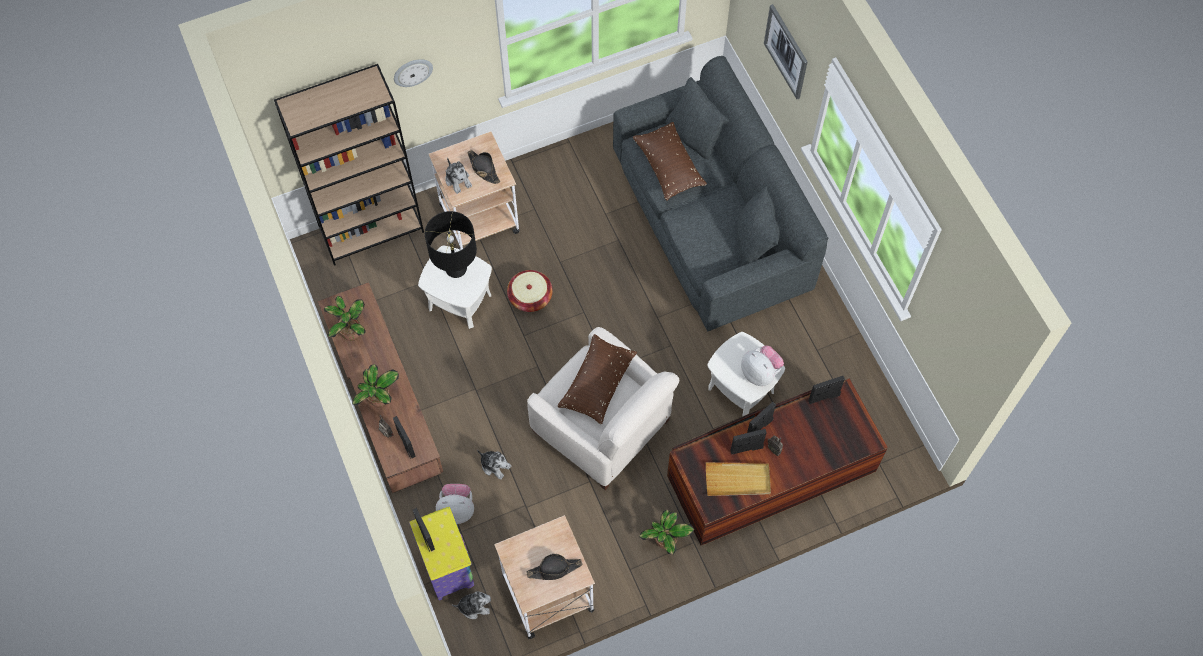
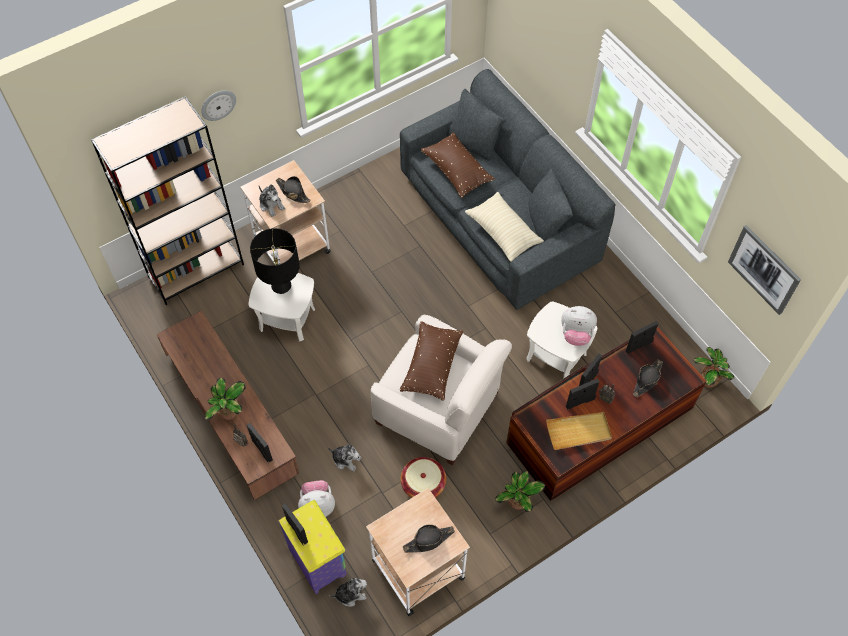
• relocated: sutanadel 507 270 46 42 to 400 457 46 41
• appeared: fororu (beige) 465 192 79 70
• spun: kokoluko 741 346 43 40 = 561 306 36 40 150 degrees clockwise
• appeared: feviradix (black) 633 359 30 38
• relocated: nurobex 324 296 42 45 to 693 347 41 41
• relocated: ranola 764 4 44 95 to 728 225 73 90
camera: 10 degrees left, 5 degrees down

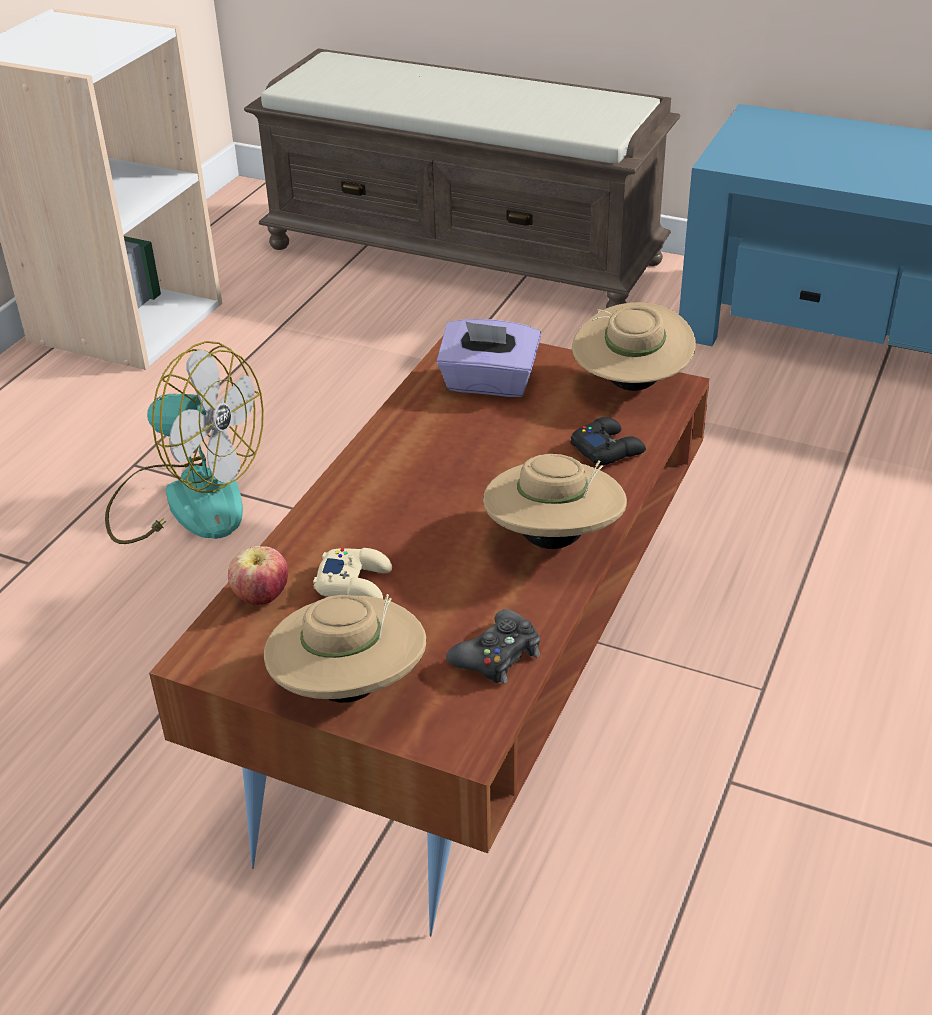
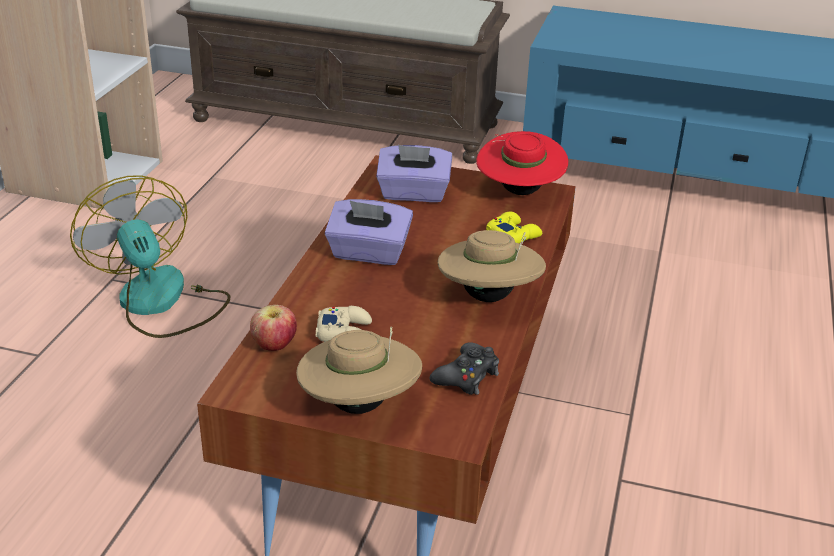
• spun: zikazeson 105 341 159 203 = 70 175 161 163 135 degrees counterclockwise
• appeared: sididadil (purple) 325 199 88 66
• colour: feviradix (beige) 572 302 124 89 to feviradix (red) 476 131 92 64
• colour: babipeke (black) 570 417 76 48 to babipeke (yellow) 486 211 56 32
camera: 10 degrees left, 5 degrees down

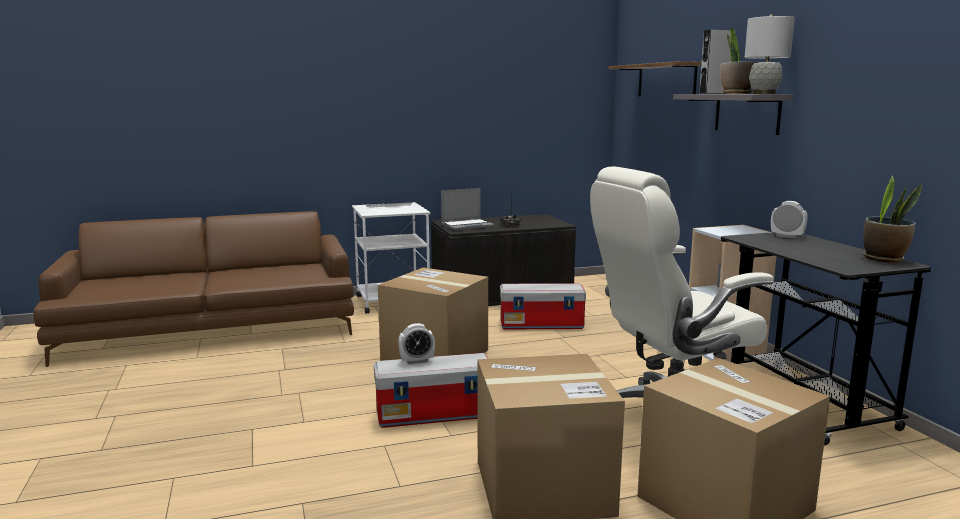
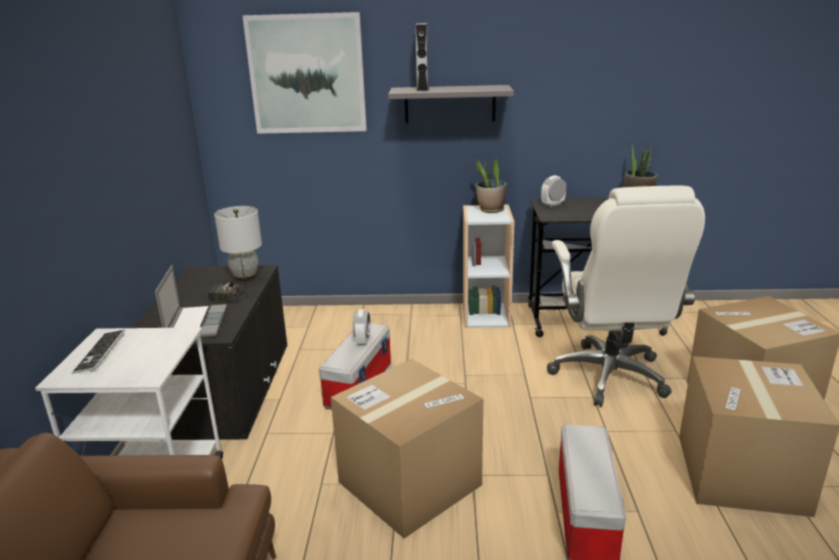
• relocated: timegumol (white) 745 14 50 80 to 214 206 48 75
• exchanged: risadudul 609 62 93 35 to ranola 243 12 124 122
• relocated: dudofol 398 323 37 41 to 353 309 17 36
• relocated: nurobex 720 27 37 67 to 476 158 31 55
camera: 70 degrees left, 10 degrees up

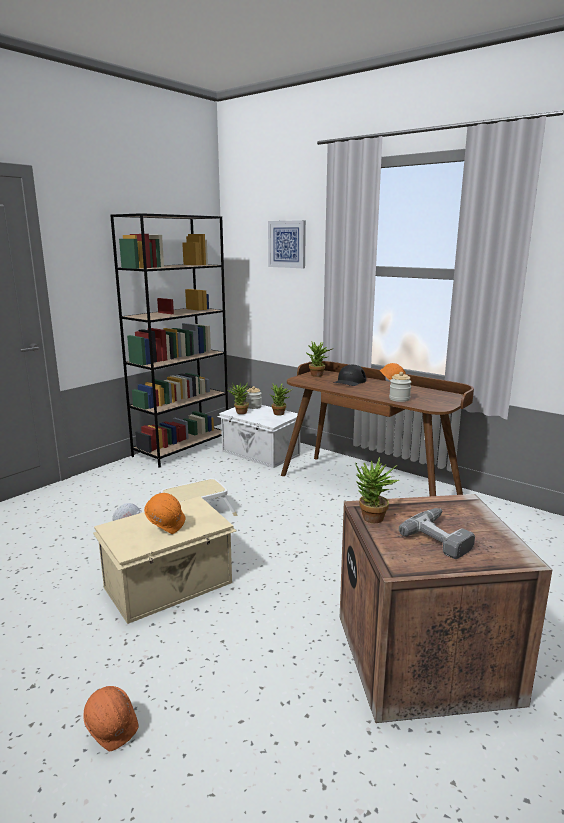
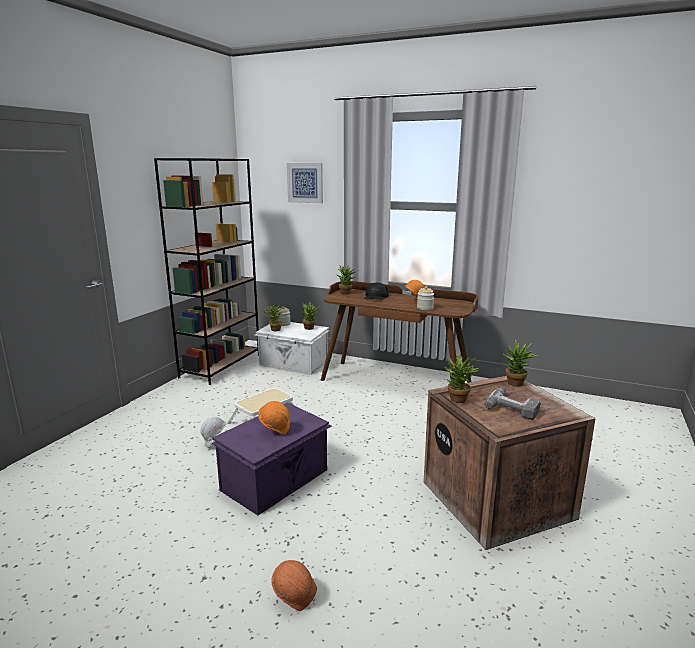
• colour: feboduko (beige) 93 496 143 128 to feboduko (purple) 212 402 120 113
• appeared: nurobex 502 340 36 47
camera: 15 degrees left, 0 degrees up

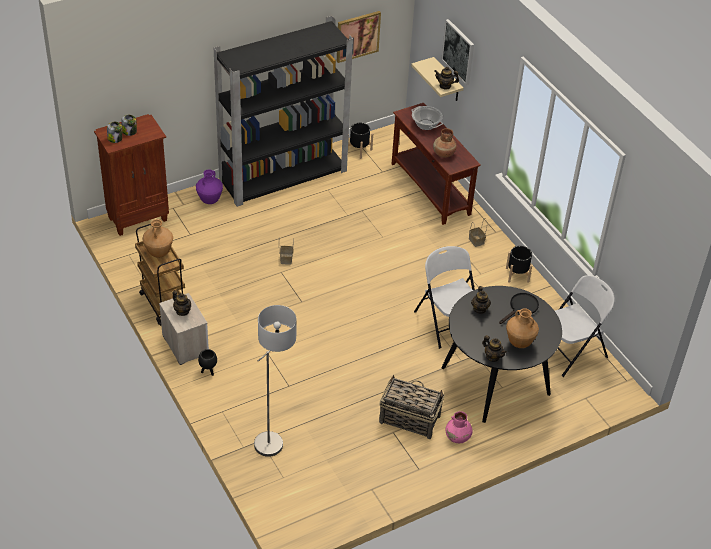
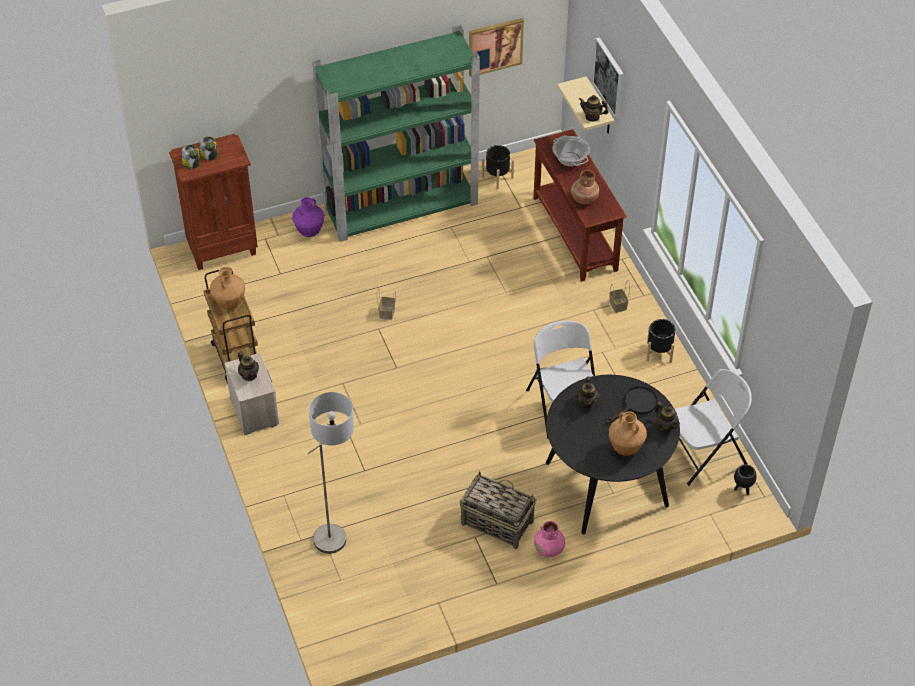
• colour: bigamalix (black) 214 16 139 191 to bigamalix (green) 312 25 168 217
• relocated: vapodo 482 335 25 27 to 655 402 25 30
• relocated: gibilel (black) 198 349 19 27 to 734 464 23 31
camera: 10 degrees right, 5 degrees up

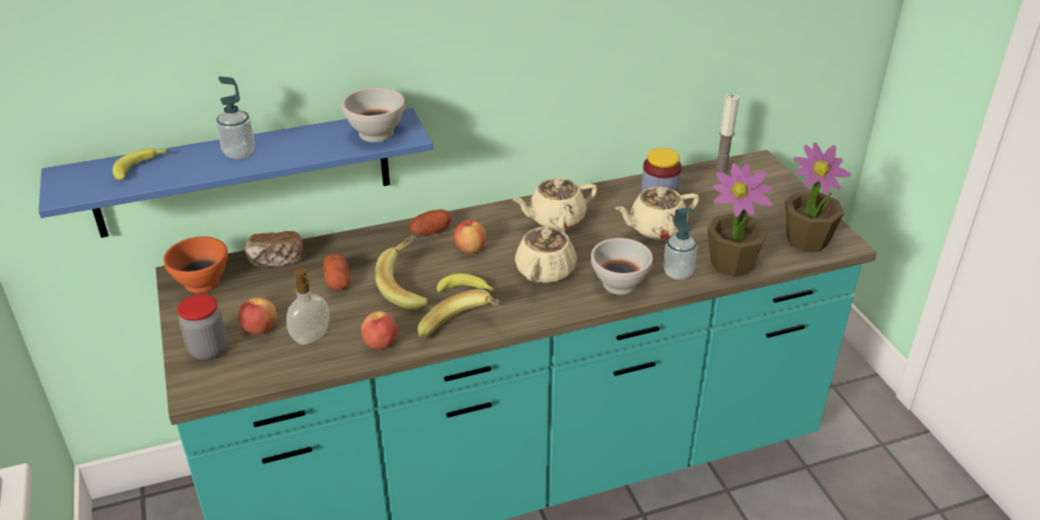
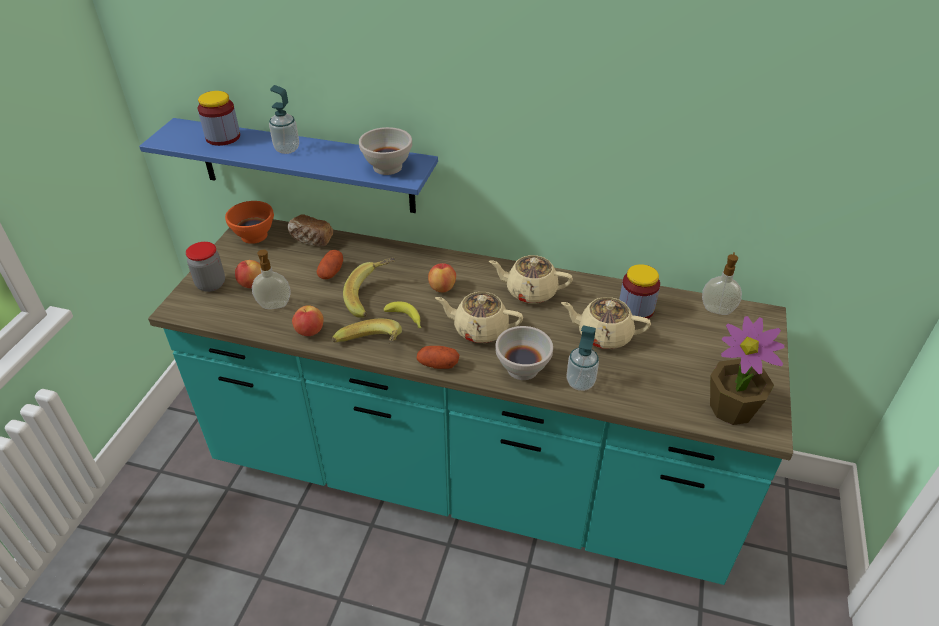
• exchanged: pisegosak 113 148 55 32 to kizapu 198 91 42 55
• relocated: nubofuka 409 209 42 26 to 417 346 42 23
• spun: vapodo (beige) 515 212 62 71 = 435 292 88 51 135 degrees counterclockwise
• exchanged: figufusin 714 94 25 81 to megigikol 702 252 40 63
• missing: nurobex 707 163 66 114
camera: 35 degrees right, 5 degrees up

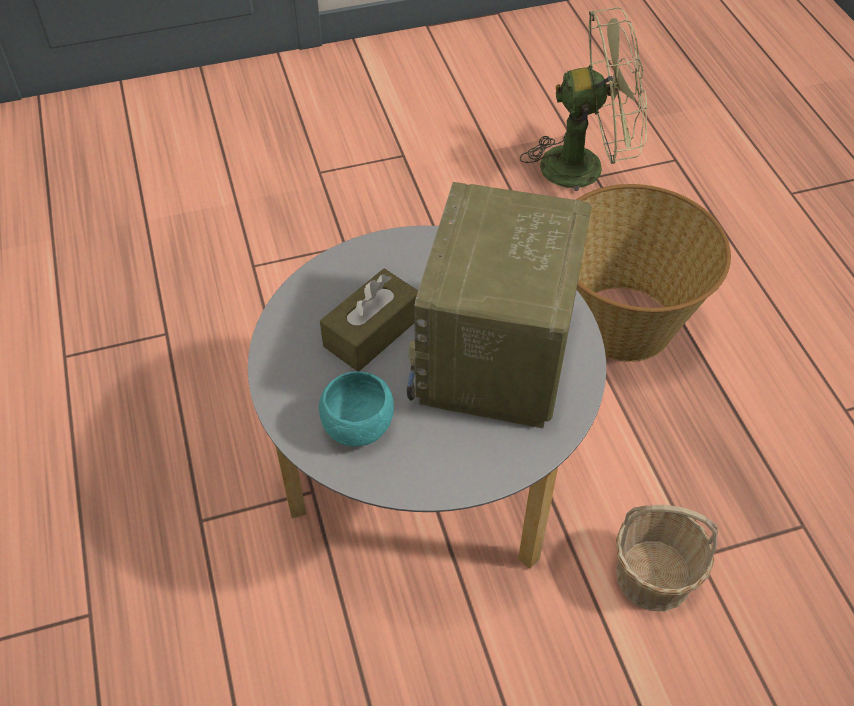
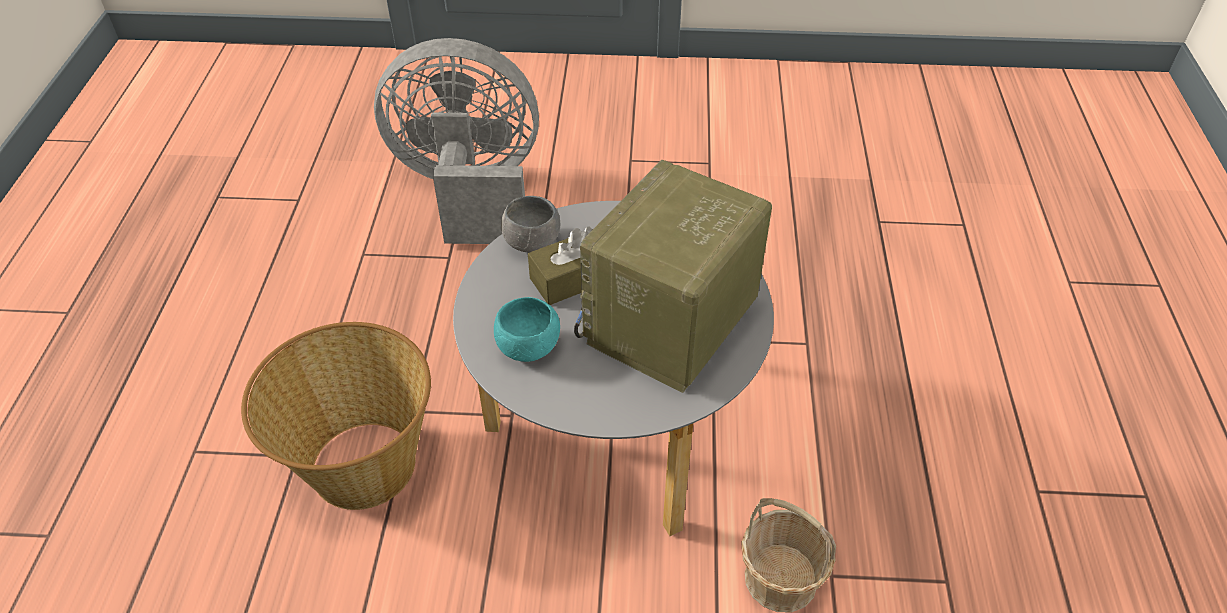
• relocated: sutanadel 576 184 155 178 to 241 322 190 188
• appeared: zikazeson (grey) 374 38 165 206
• appeared: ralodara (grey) 501 196 59 57
• missing: zikazeson (green) 520 7 127 184
camera: 20 degrees right, 5 degrees down

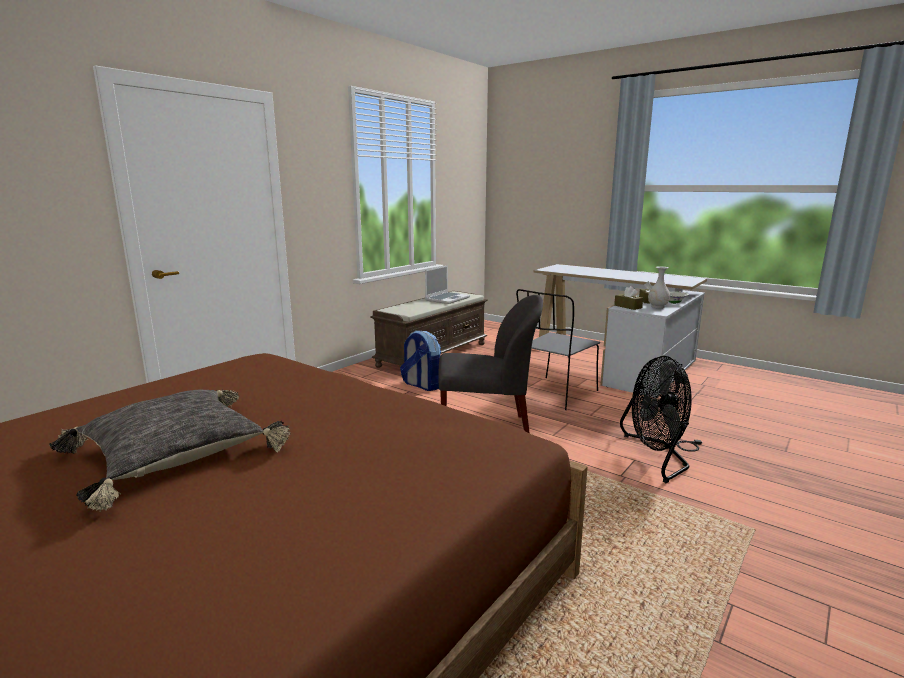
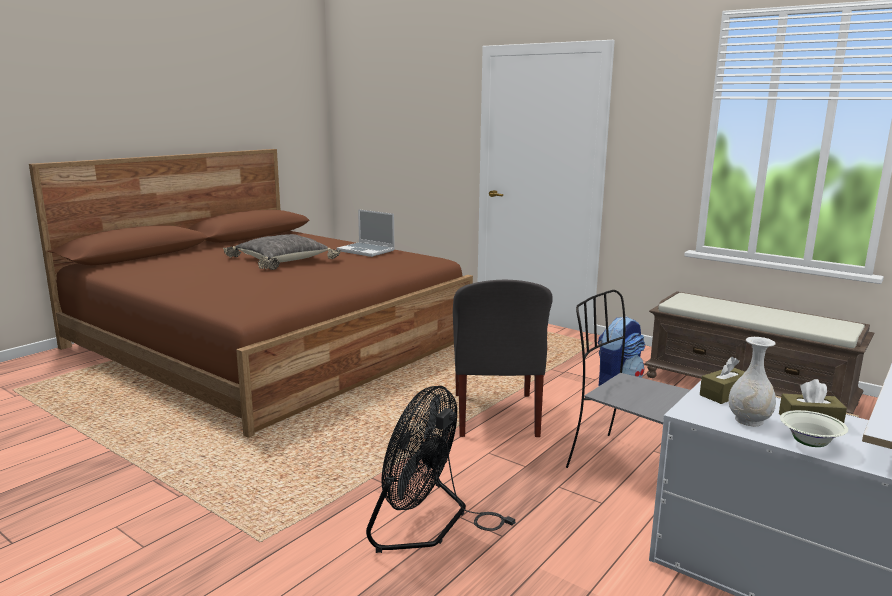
• relocated: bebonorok 425 265 45 39 to 336 209 59 48
• spun: zikazeson (black) 620 356 83 127 = 366 386 151 167 60 degrees counterclockwise
camera: 90 degrees right, 0 degrees up

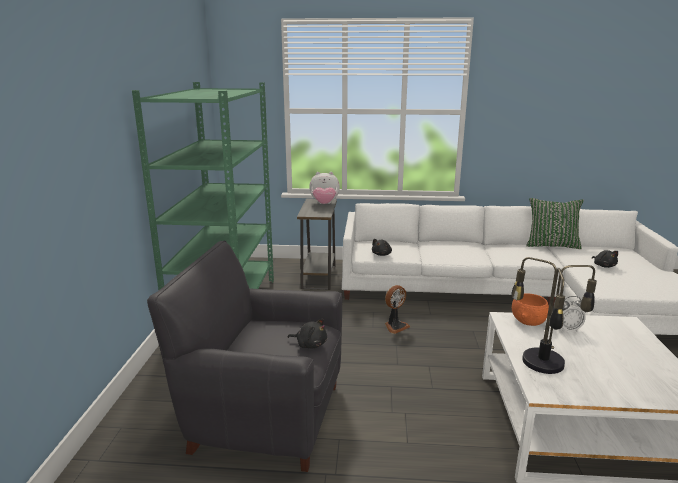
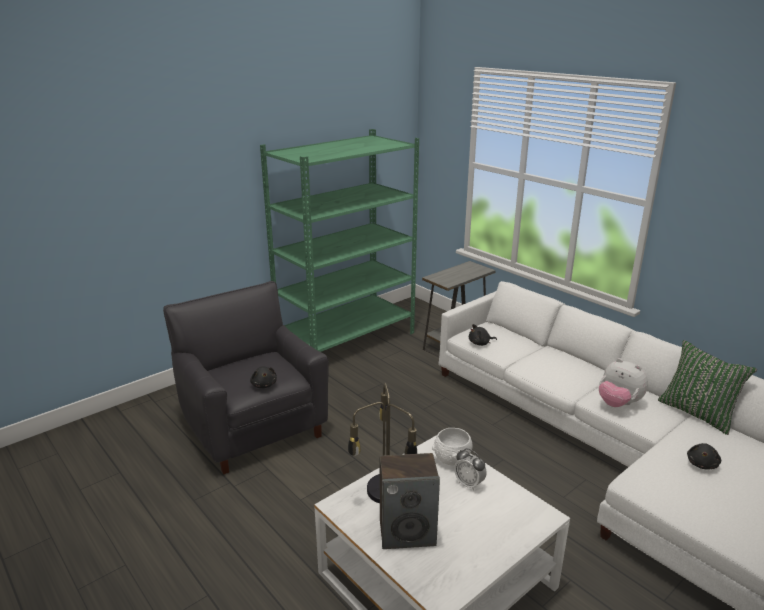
• appeared: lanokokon 380 453 60 96
• colour: ralodara (orange) 512 294 37 32 to ralodara (white) 432 428 41 37
• relocated: kokoluko 309 172 31 32 to 599 358 49 49
• missing: zikazeson 385 285 25 49
camera: 45 degrees right, 5 degrees up

